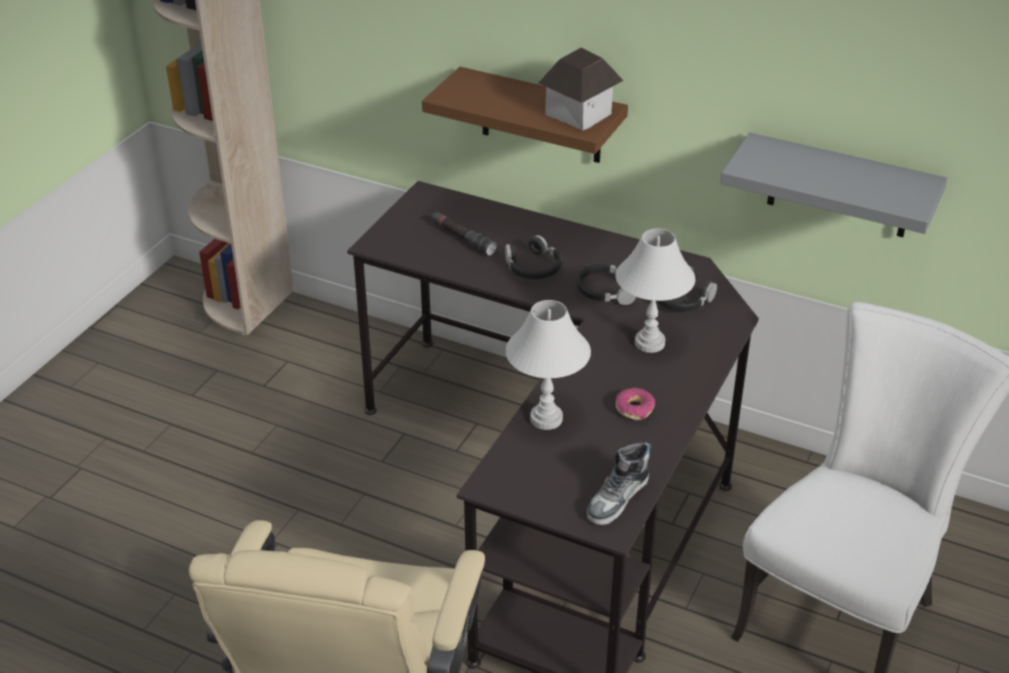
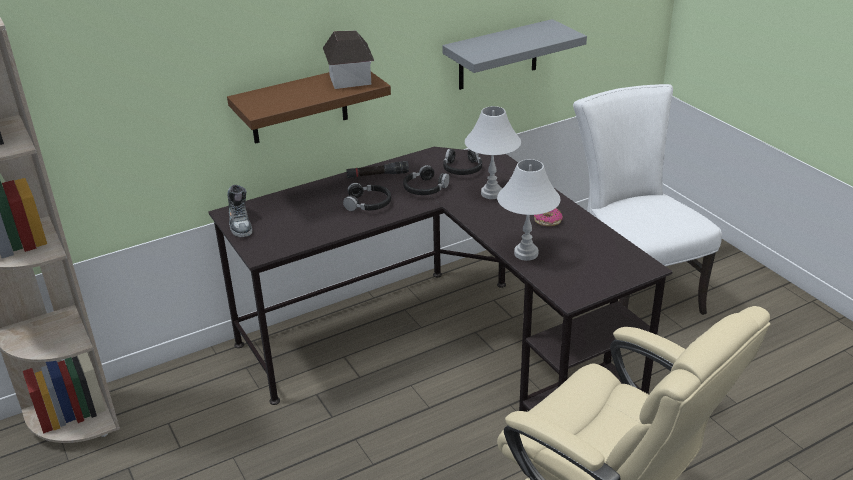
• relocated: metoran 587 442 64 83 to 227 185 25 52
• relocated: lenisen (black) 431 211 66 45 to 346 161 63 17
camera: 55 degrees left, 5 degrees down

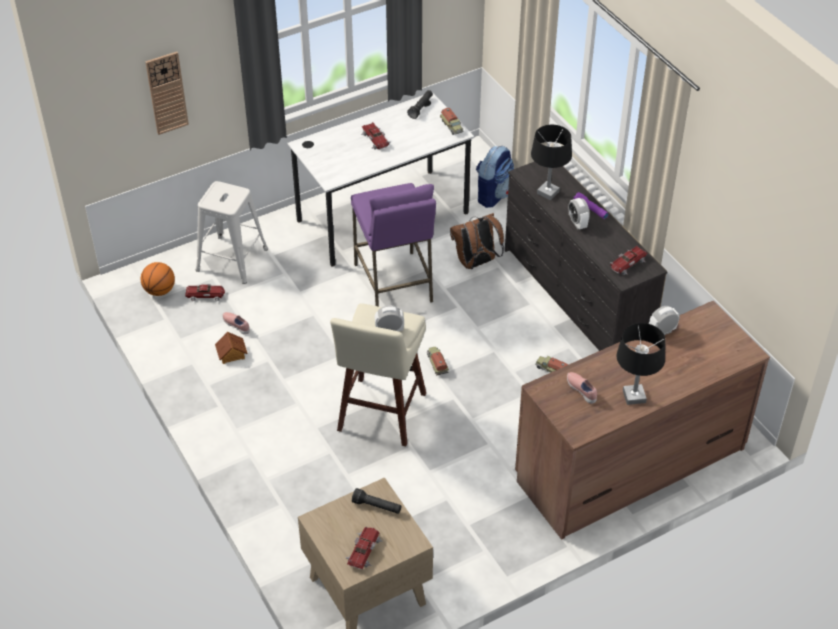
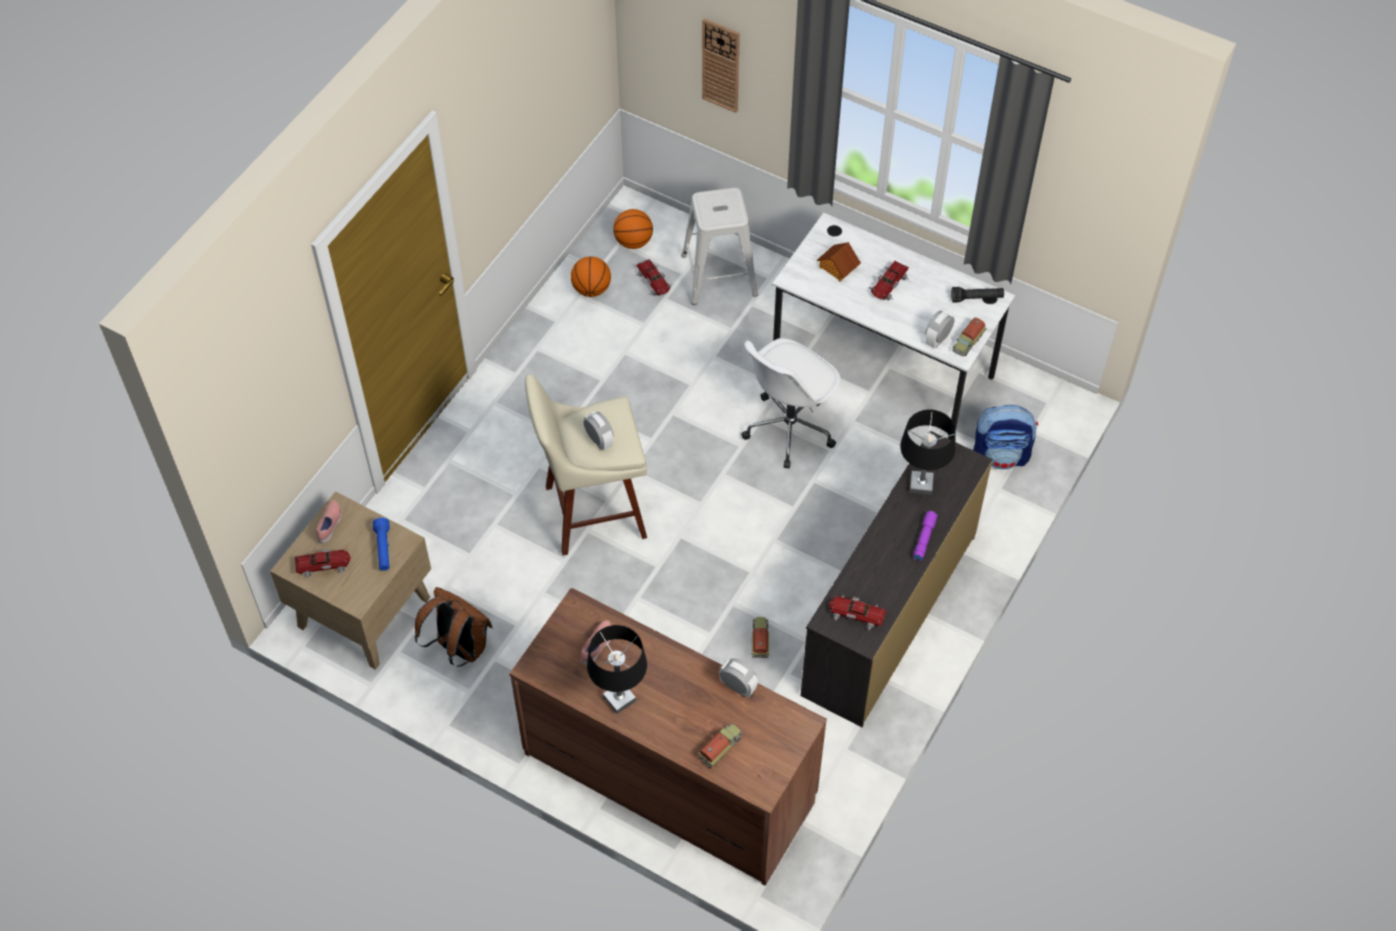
• relocated: metoran (pink) 222 312 28 23 to 316 500 26 44
• colour: lenisen (black) 352 488 49 26 to lenisen (blue) 373 518 17 53
• relocated: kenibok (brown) 450 213 54 56 to 415 587 78 80
• appeared: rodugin 571 256 40 41
• relocated: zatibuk 427 347 22 29 to 697 724 45 44
• exchanged: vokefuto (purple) 351 183 85 124 to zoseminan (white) 741 338 100 131
• relocated: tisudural 215 331 33 33 to 817 242 44 39
• relocated: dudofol 568 198 22 32 to 926 310 29 38
camera: 60 degrees right, 10 degrees up

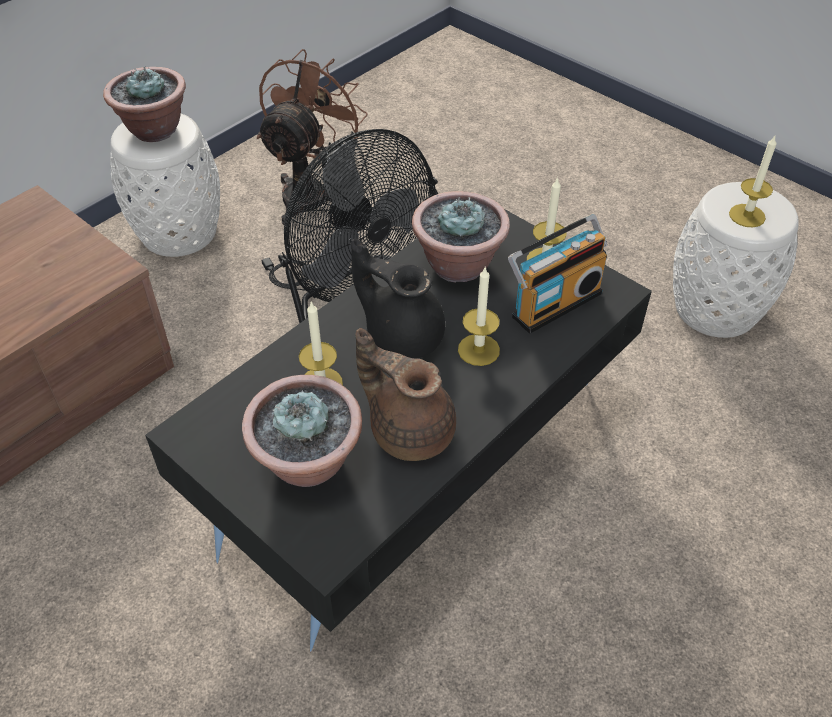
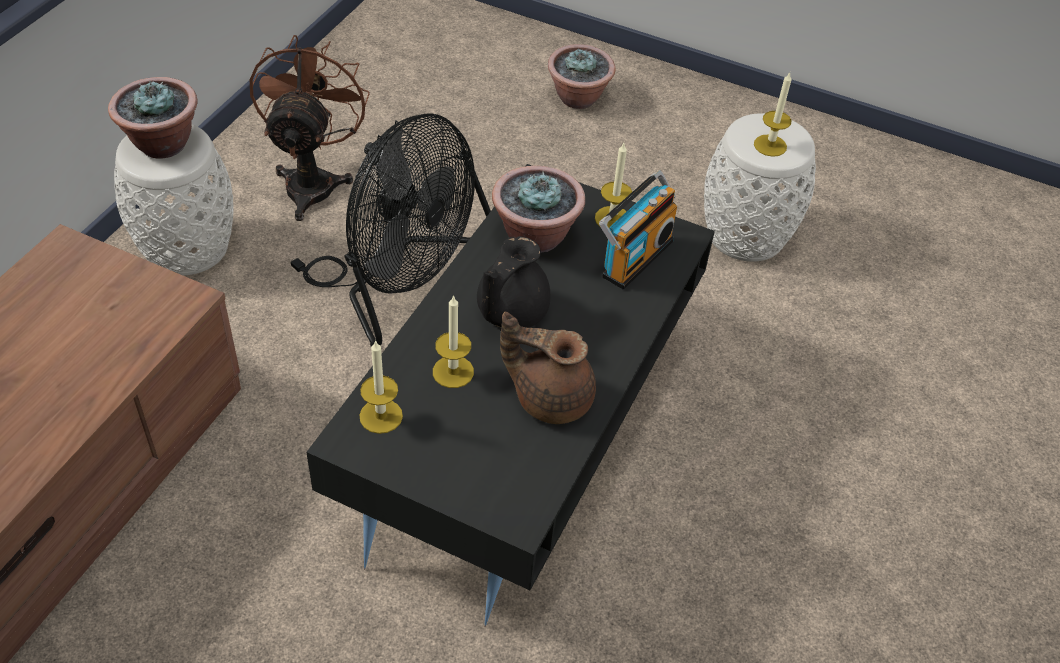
• relocated: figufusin 458 268 42 98 to 359 340 44 94
• spun: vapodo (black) 351 238 94 121 = 477 236 73 92 75 degrees counterclockwise
• relocated: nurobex 242 375 120 112 to 548 44 67 65
camera: 20 degrees left, 0 degrees up

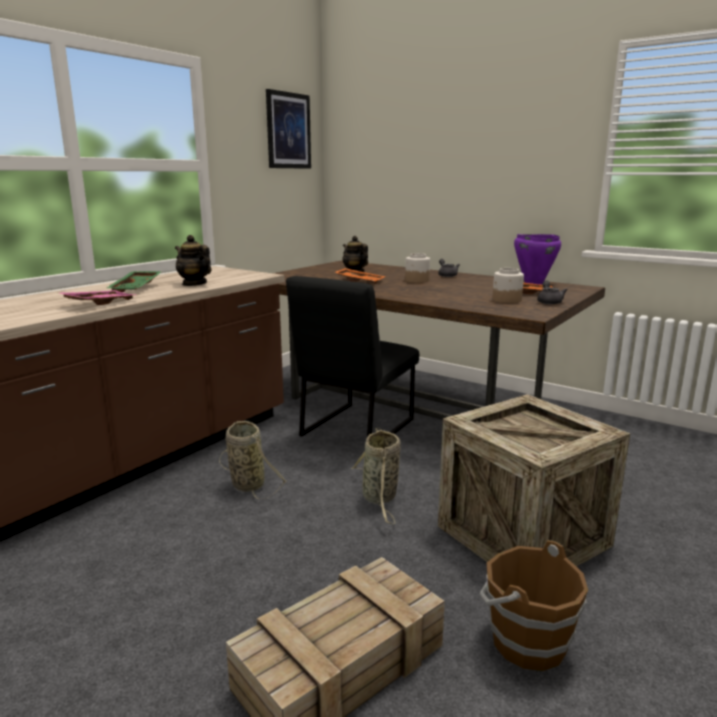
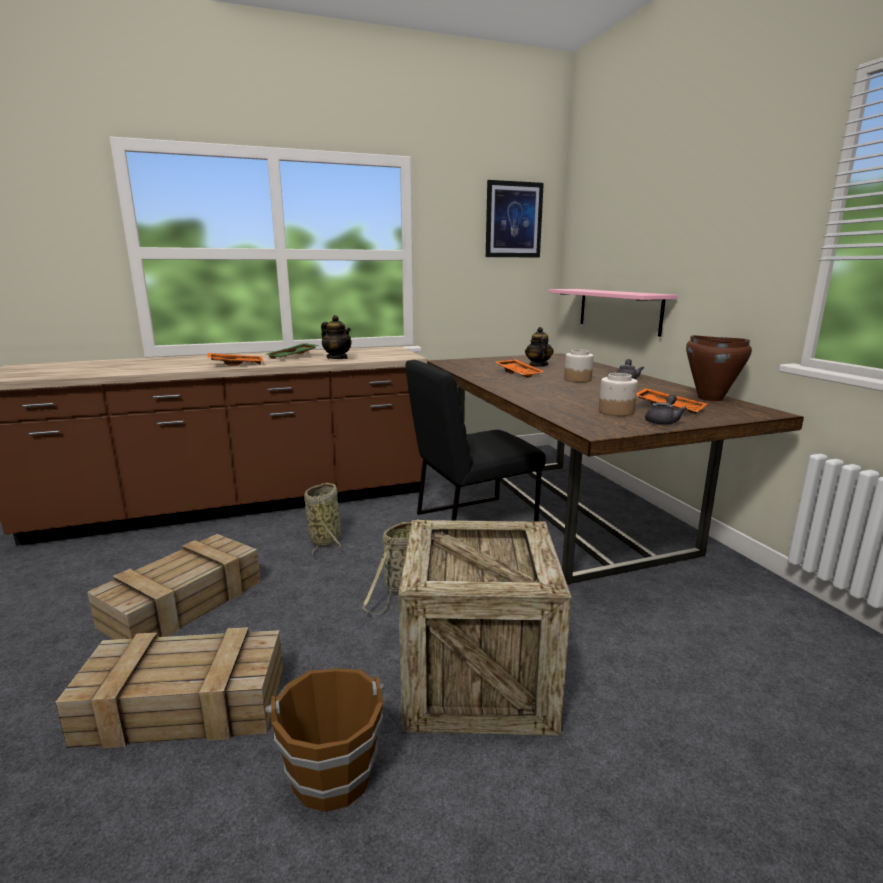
• appeared: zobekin 87 534 174 106
• colour: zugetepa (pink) 60 290 75 15 to zugetepa (orange) 208 353 56 13
• spun: vapodo 175 235 36 51 = 321 315 30 44 150 degrees clockwise
• appeared: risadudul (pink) 548 289 129 48
• colour: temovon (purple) 514 234 47 51 to temovon (brown) 686 335 66 66
camera: 35 degrees right, 0 degrees up

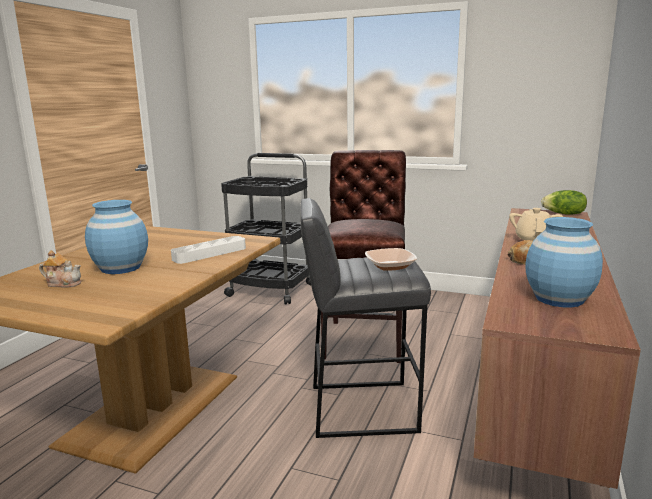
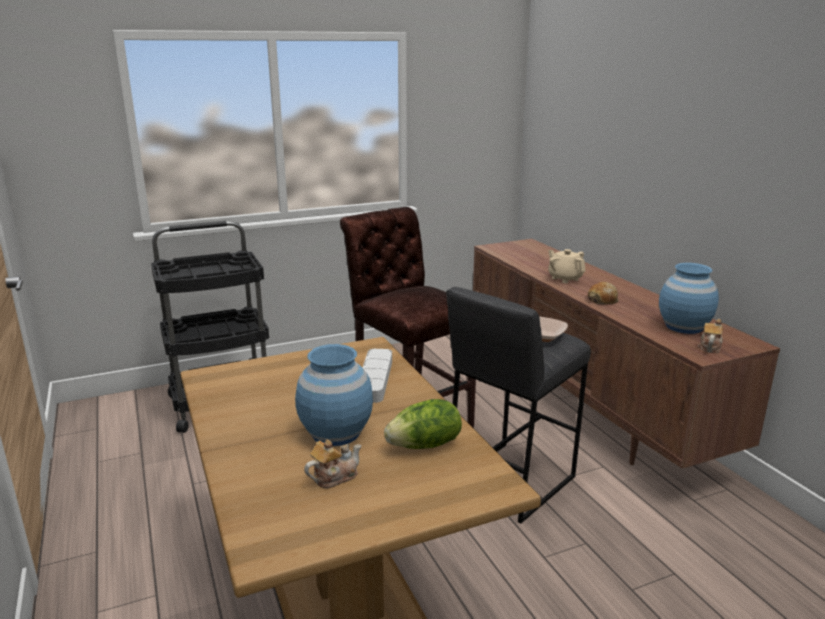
• relocated: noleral 541 190 46 25 to 384 399 78 50
• appeared: vapodo 698 319 25 34
camera: 45 degrees left, 5 degrees up

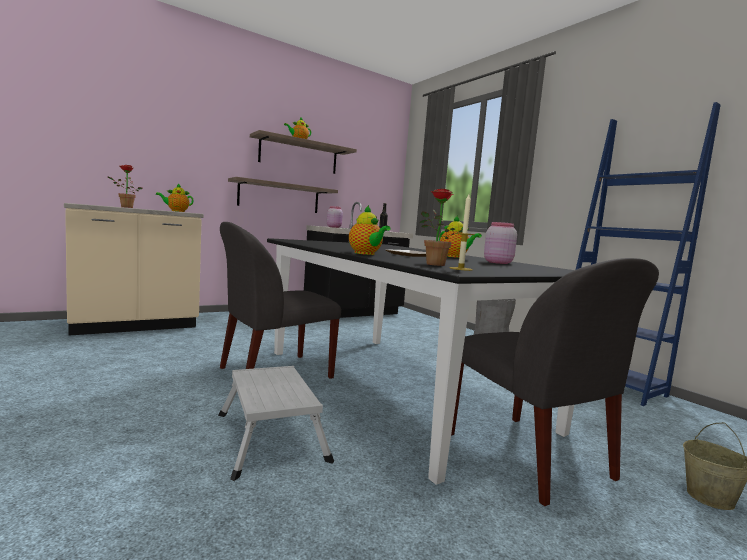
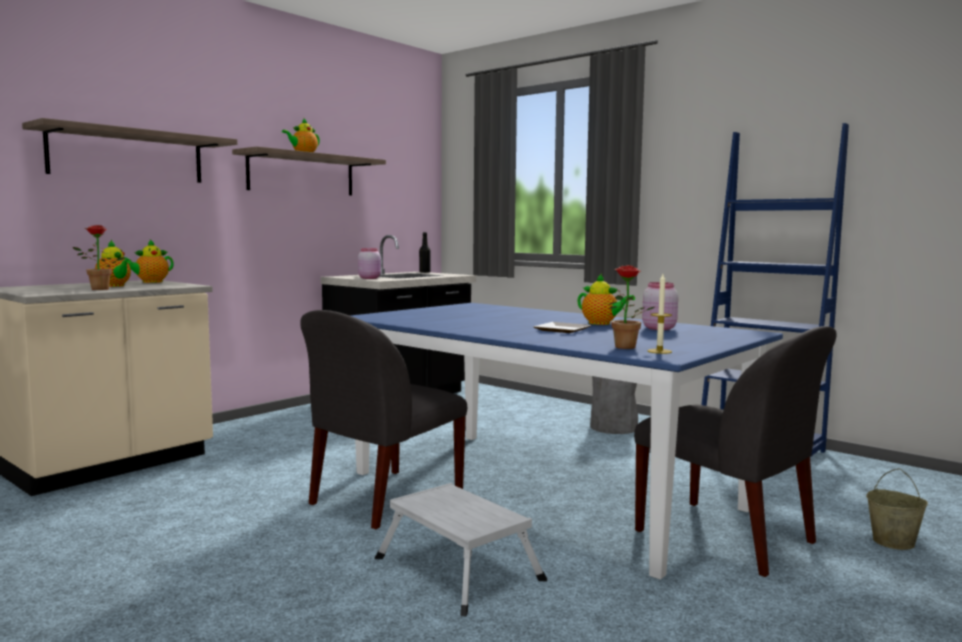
• relocated: risadudul 228 177 110 36 to 22 118 215 65
• relocated: vapodo 349 205 42 50 to 95 240 36 47
• colour: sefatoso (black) 267 238 307 247 to sefatoso (blue) 351 303 432 276
camera: 15 degrees left, 0 degrees up

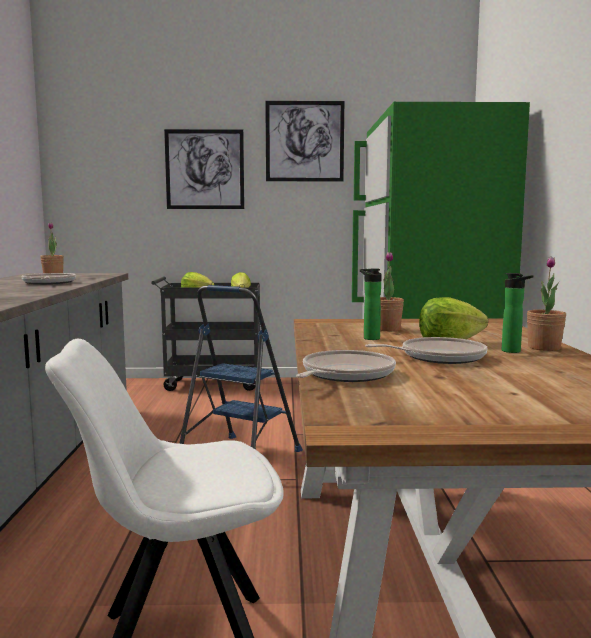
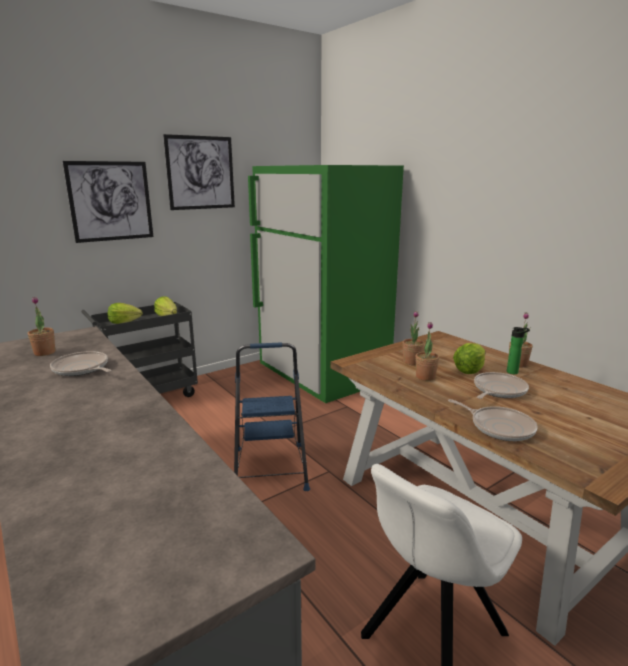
• exchanged: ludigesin 360 268 22 72 to nurobex 415 322 24 59
• spun: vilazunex 296 350 100 32 = 448 399 90 42 135 degrees clockwise
camera: 35 degrees left, 10 degrees up

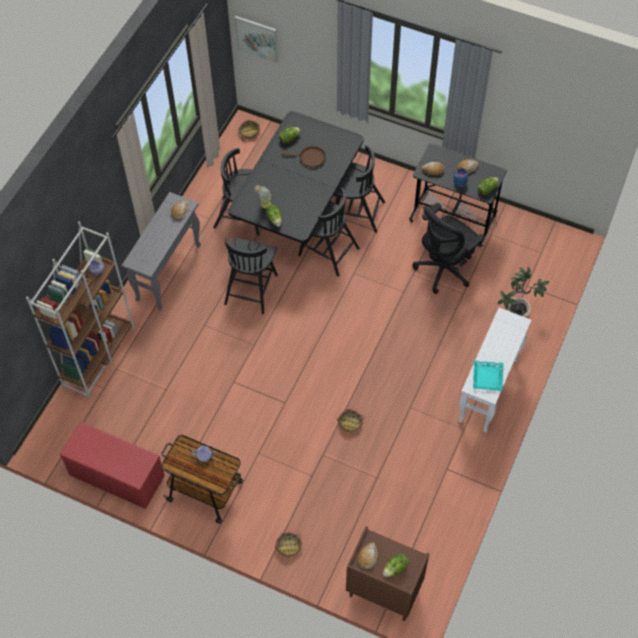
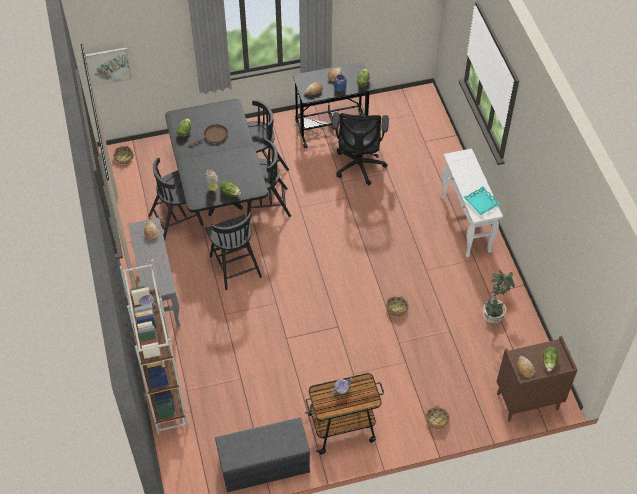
• colour: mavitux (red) 60 422 105 87 to mavitux (grey) 215 418 95 74
• relocated: nurobex 498 266 51 52 to 483 269 32 55
camera: 40 degrees left, 5 degrees down

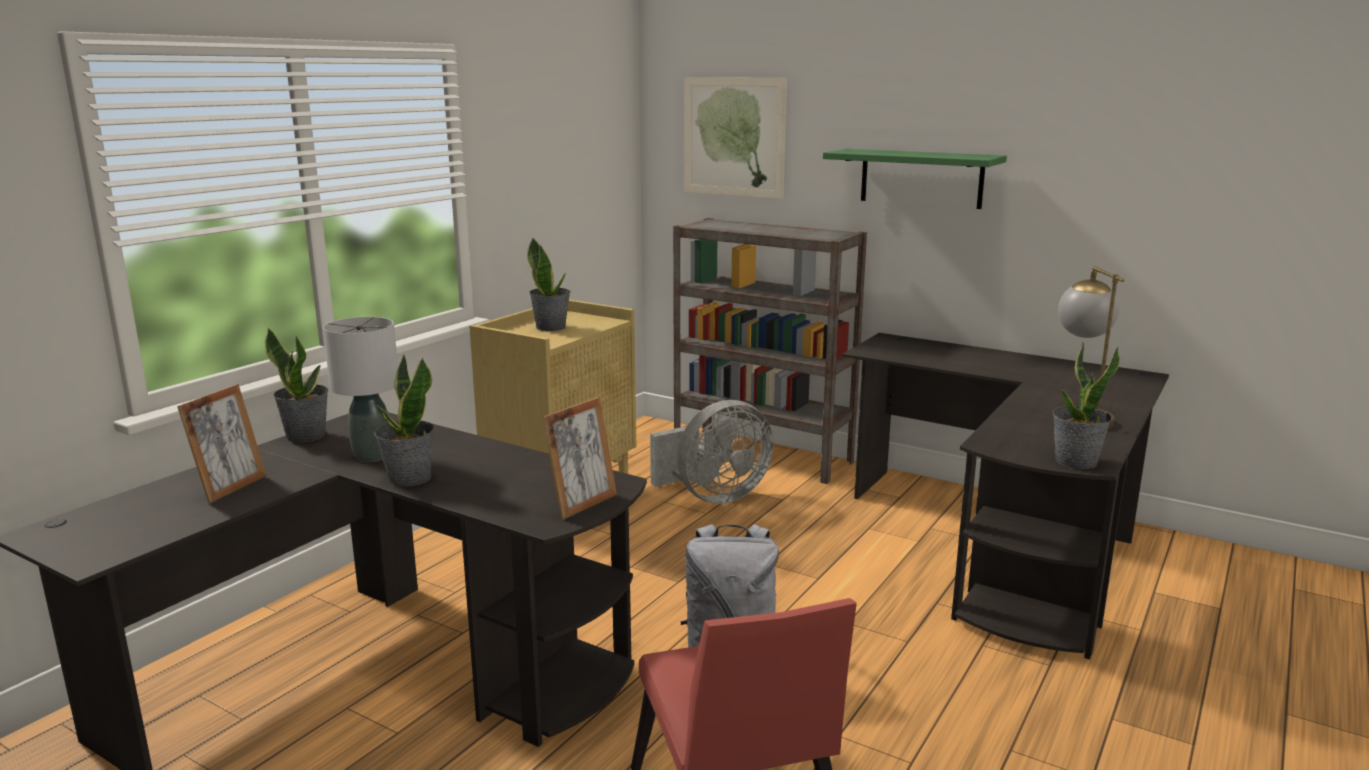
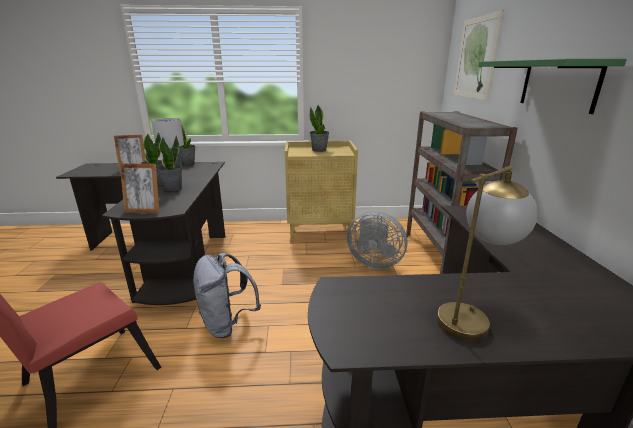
• relocated: nurobex 1053 342 67 127 to 156 136 26 55
camera: 55 degrees right, 5 degrees up

